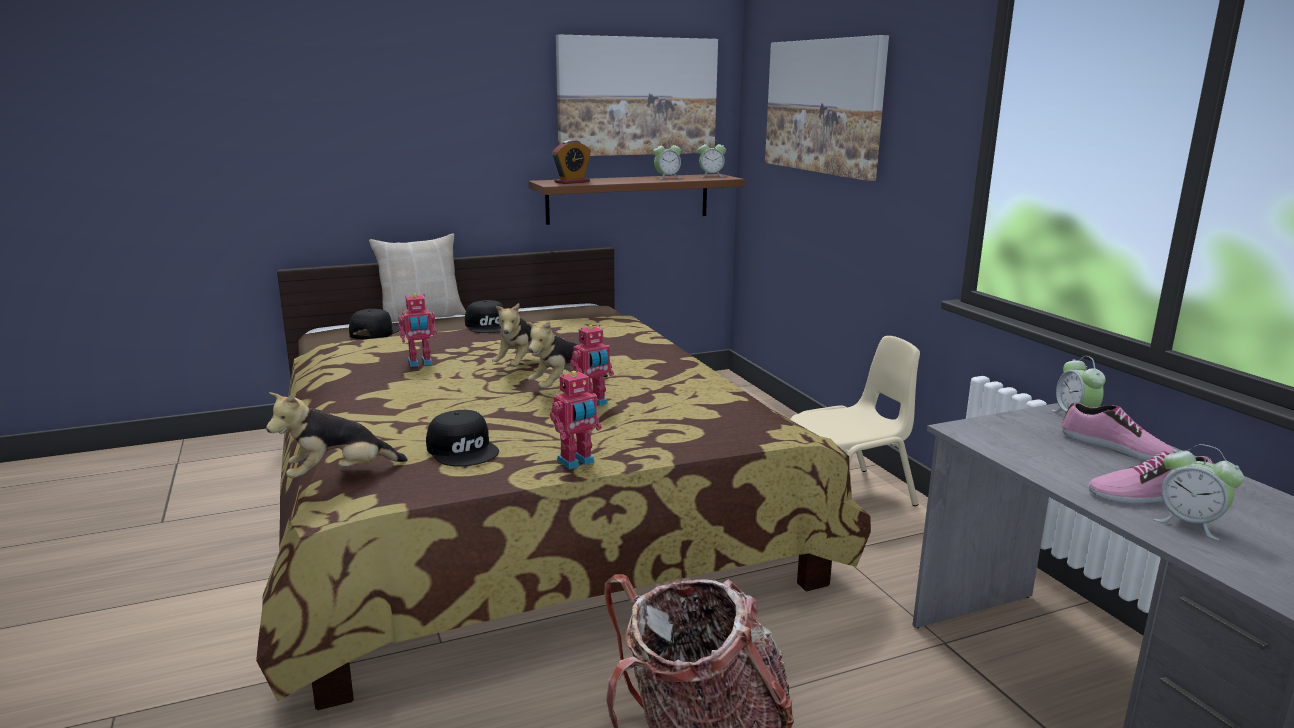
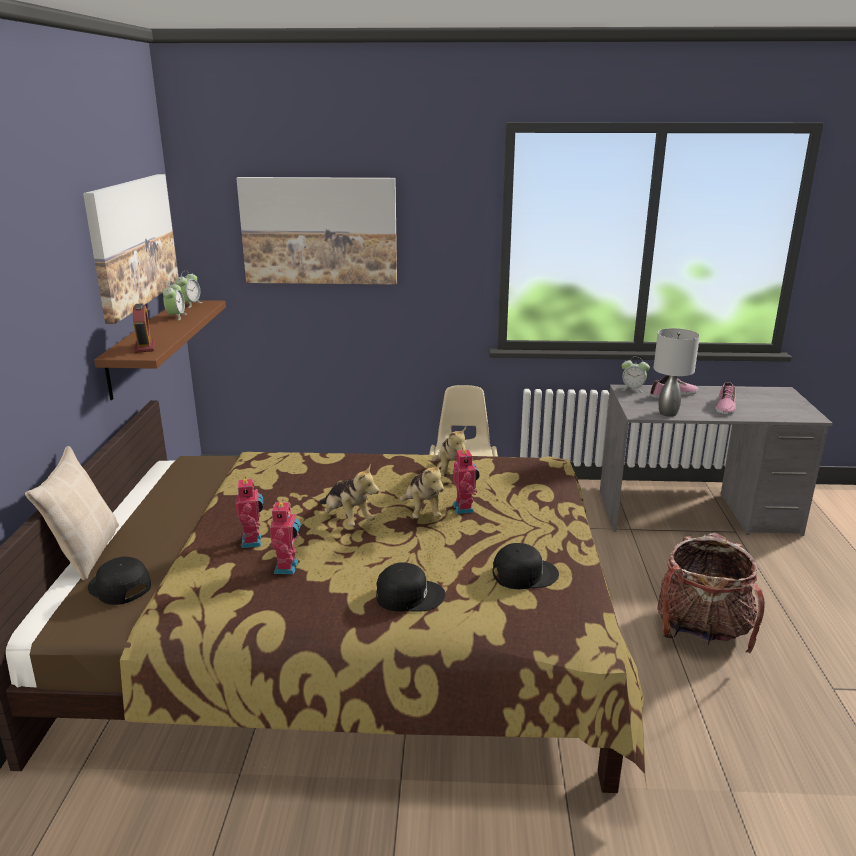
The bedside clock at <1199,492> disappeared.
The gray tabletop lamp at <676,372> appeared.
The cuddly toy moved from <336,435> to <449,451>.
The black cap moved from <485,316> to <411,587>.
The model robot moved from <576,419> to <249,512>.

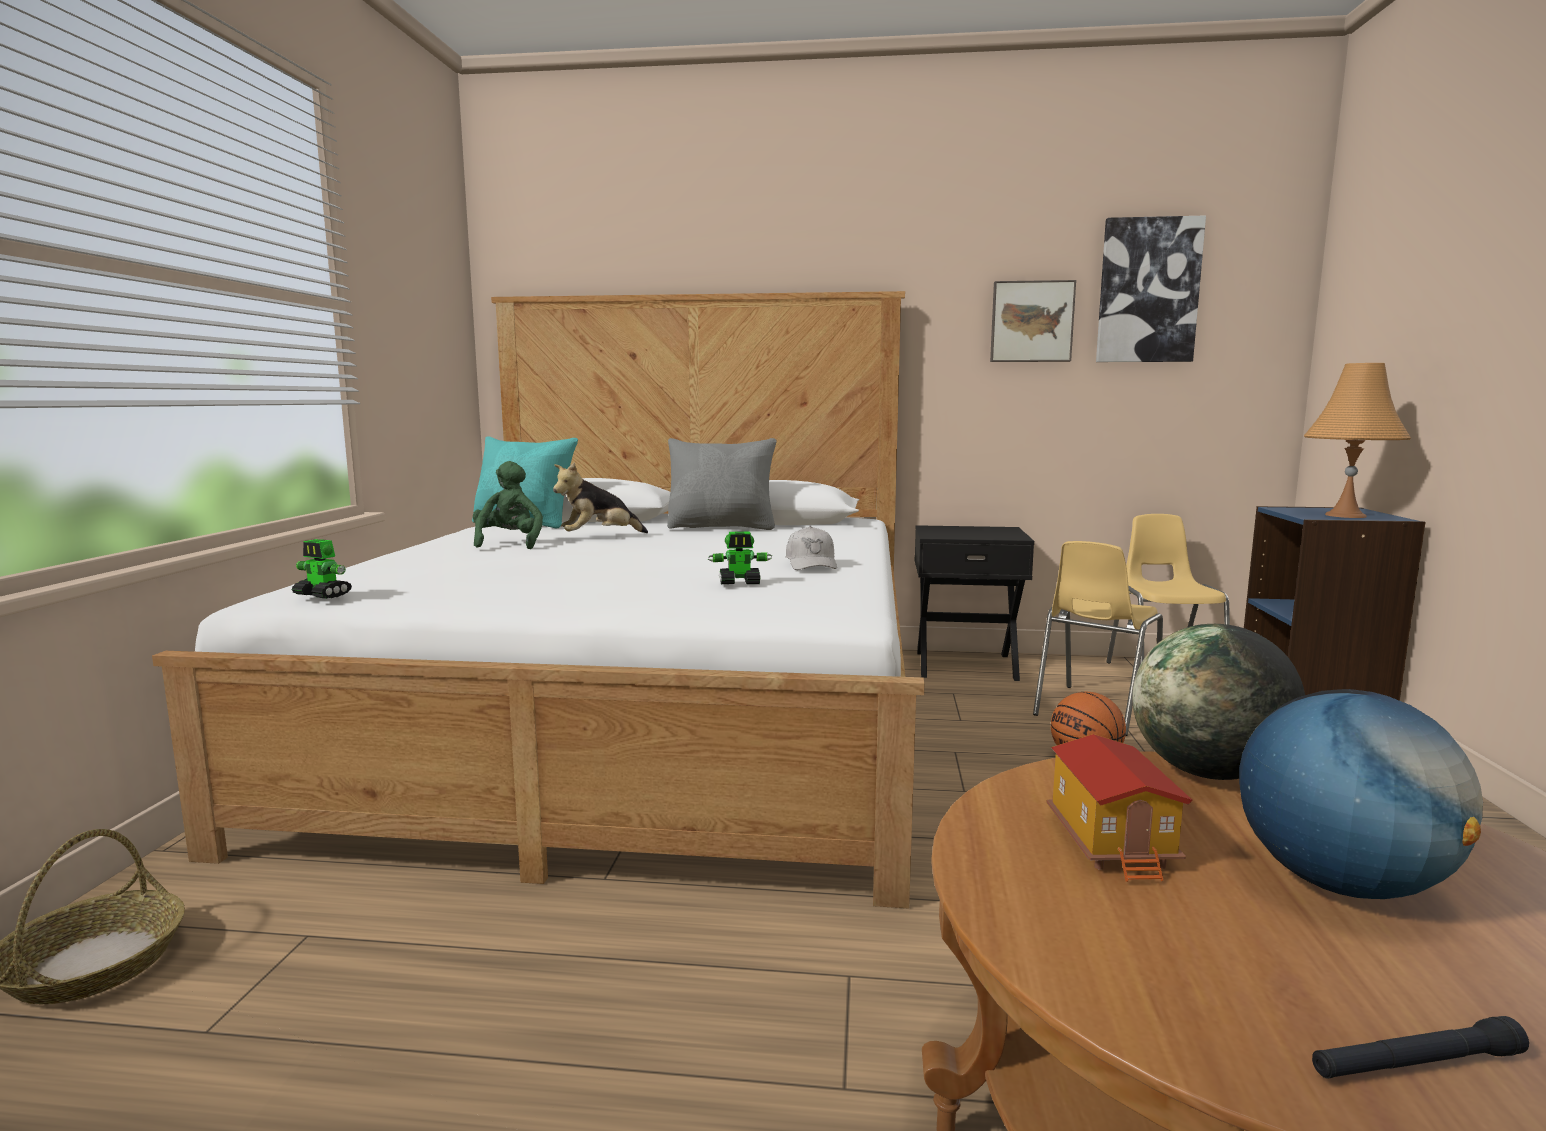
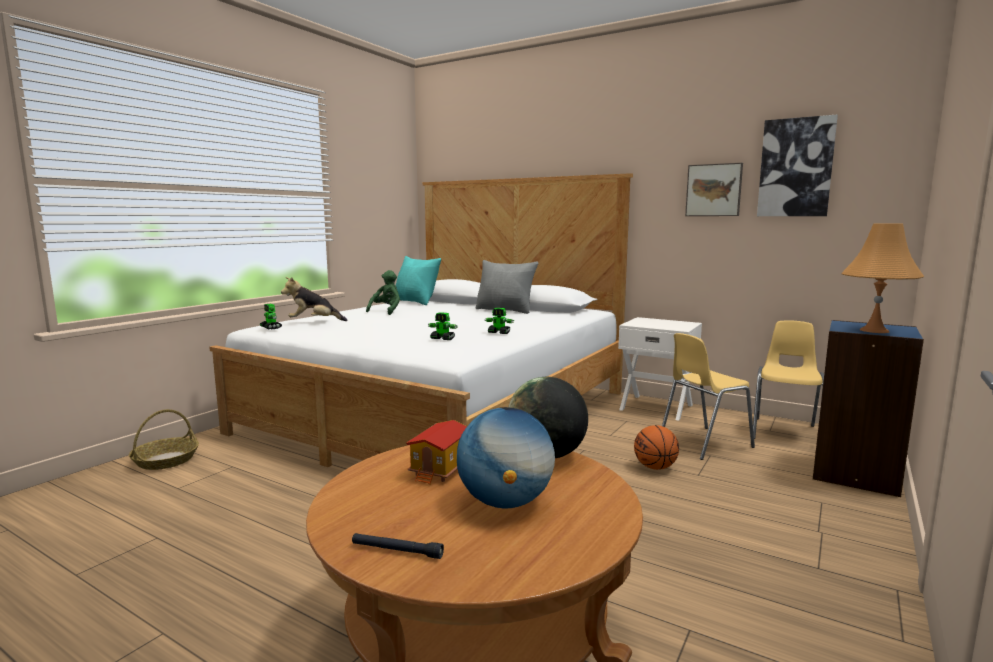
The cuddly toy moved from <600,497> to <314,299>.
The white cap at <811,548> was replaced by the model robot at <499,321>.
The black nightstand at <974,603> became the white nightstand at <660,369>.

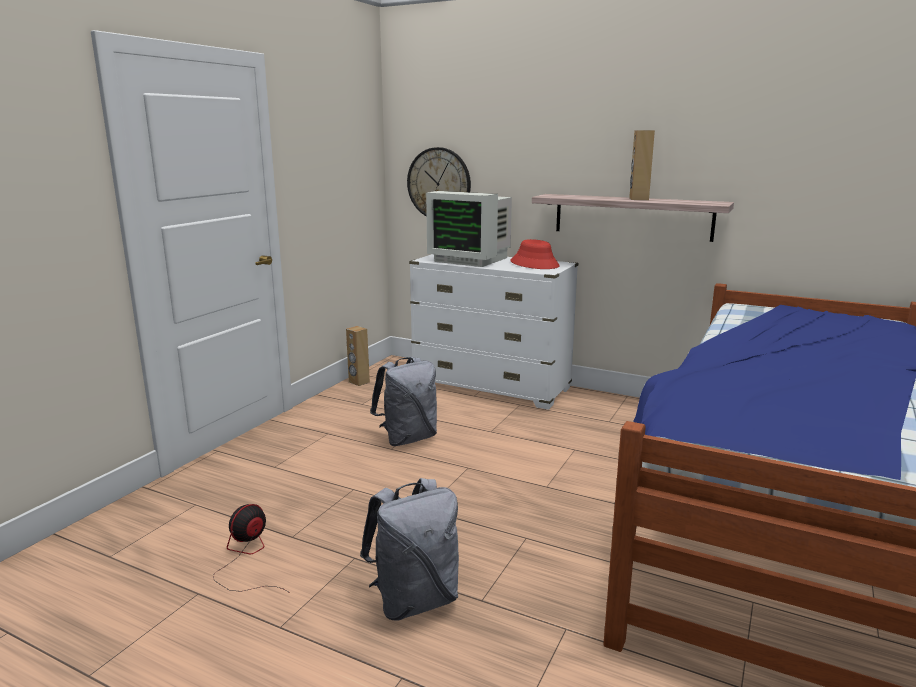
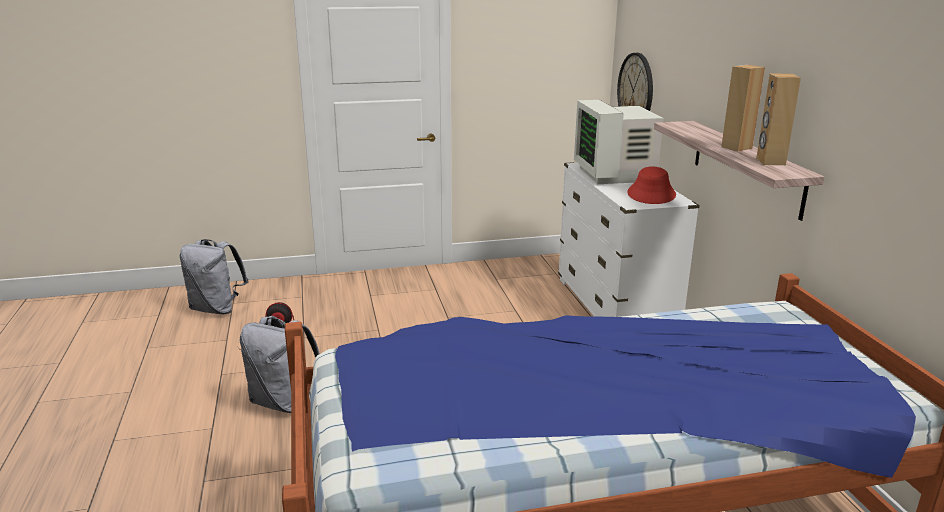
The brown-coloured loudspeaker moved from <358,356> to <778,119>.
The gray knapsack moved from <403,401> to <214,276>.

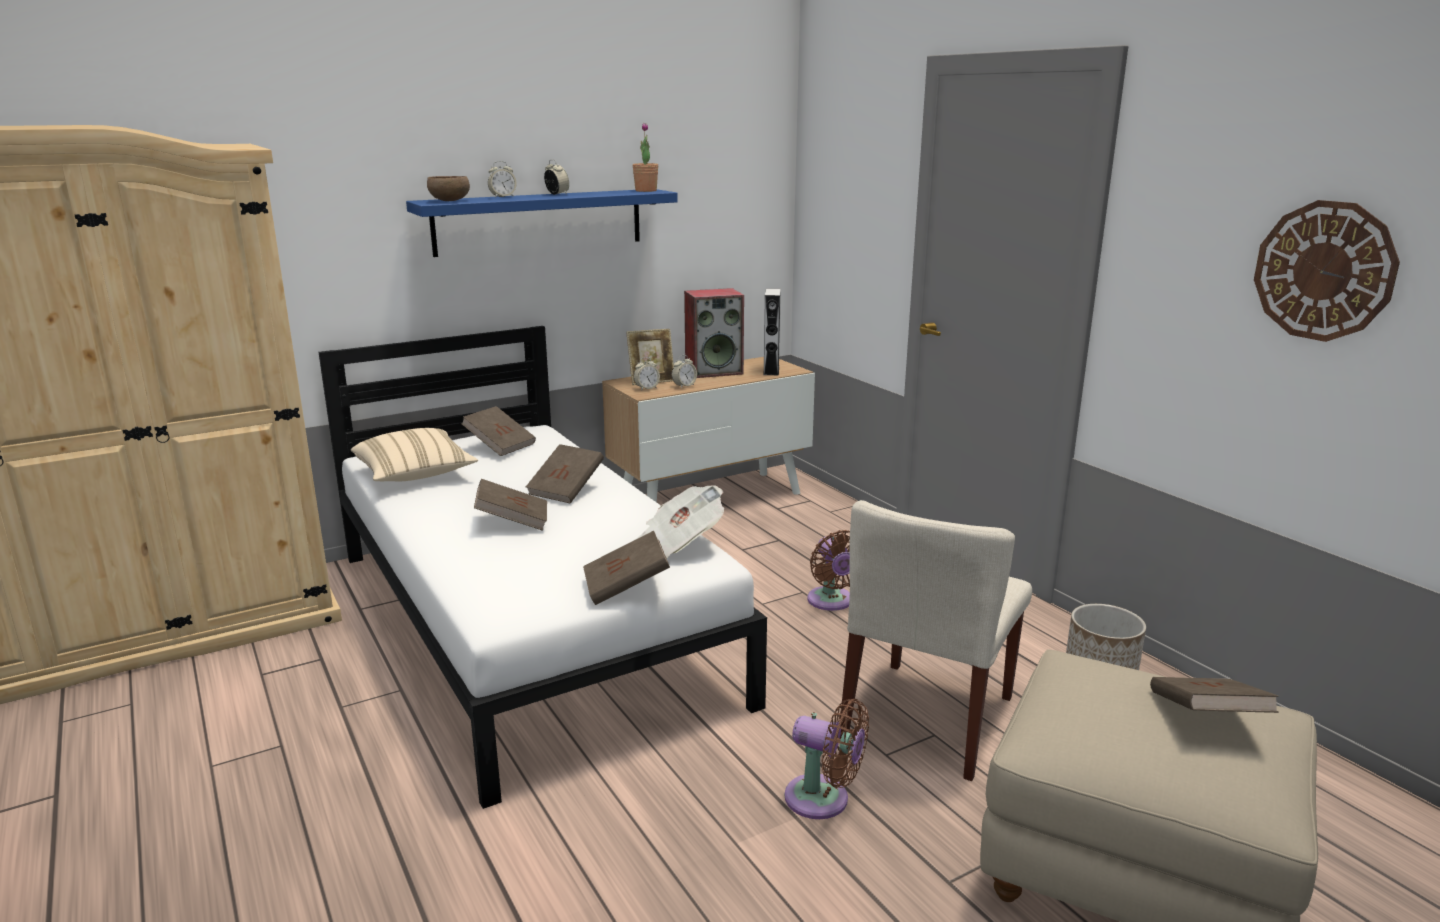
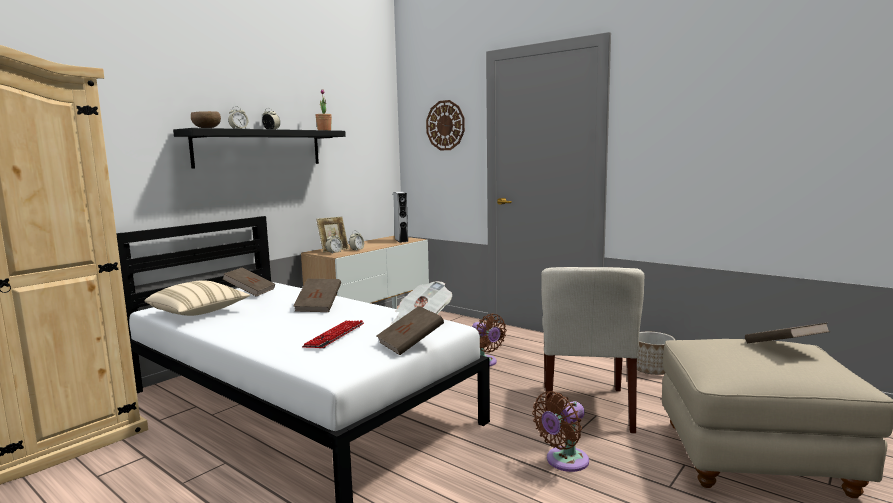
The brown-coloured book at <510,505> disappeared.
The loudspeaker at <714,333> disappeared.
The computer keyboard at <333,334> appeared.
The clock on the wall moved from <1327,271> to <445,125>.
The bluish bracket shelf at <542,223> became the black bracket shelf at <259,148>.
The brown-coloured electric fan at <827,759> turned 135 degrees clockwise.

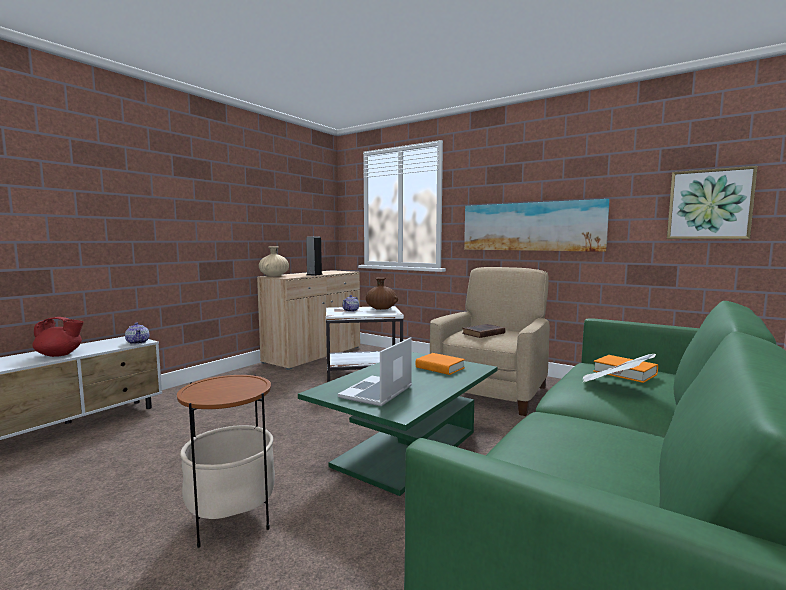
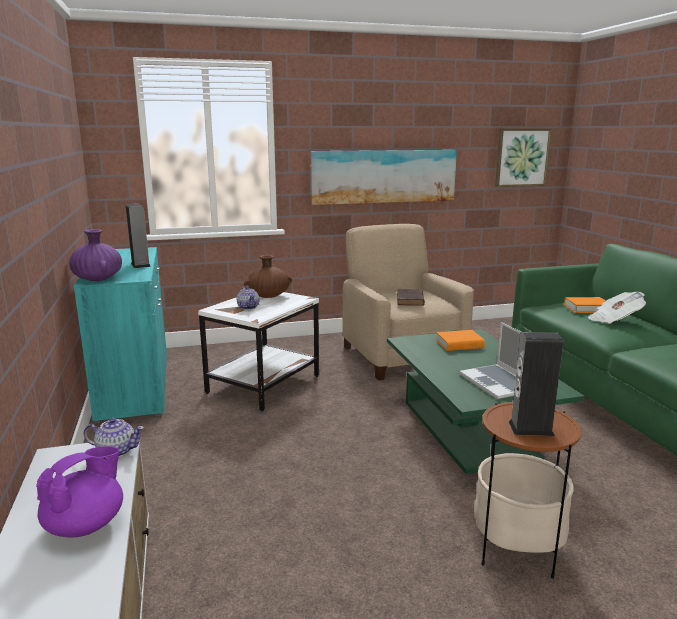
The loudspeaker at <536,384> appeared.
The red teapot at <58,337> became the purple teapot at <79,491>.
The beige-coloured storage cabinet at <308,320> became the turquoise-coloured storage cabinet at <120,335>.
The beige-coloured decorative vase at <274,261> became the purple decorative vase at <95,255>.

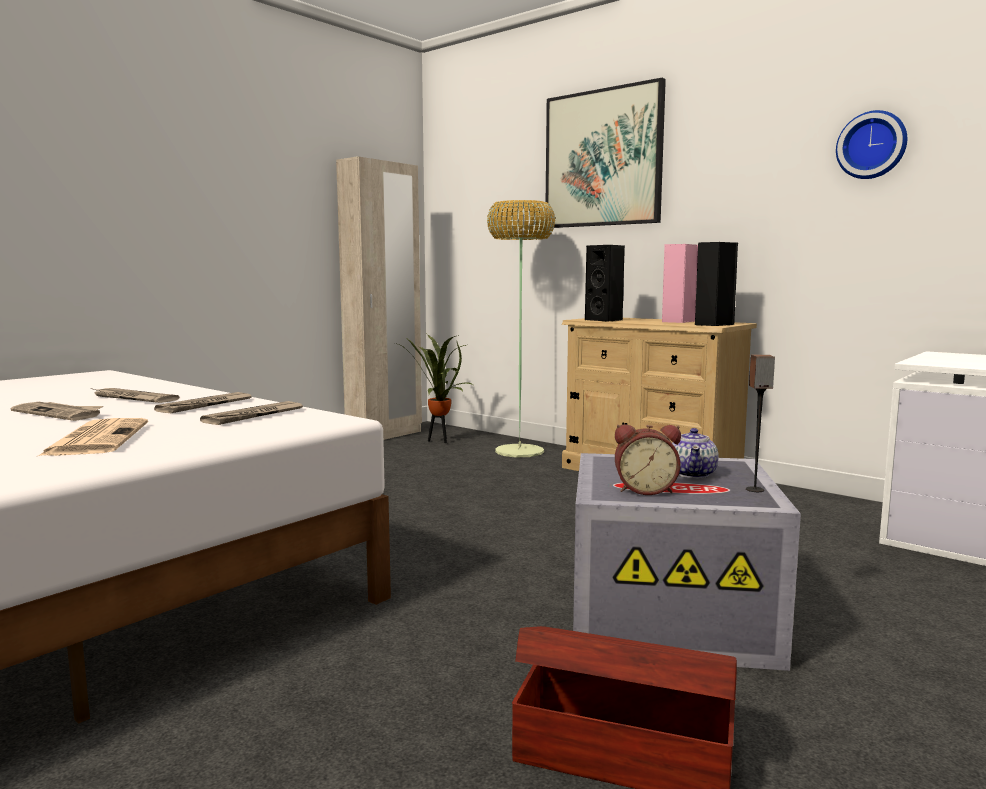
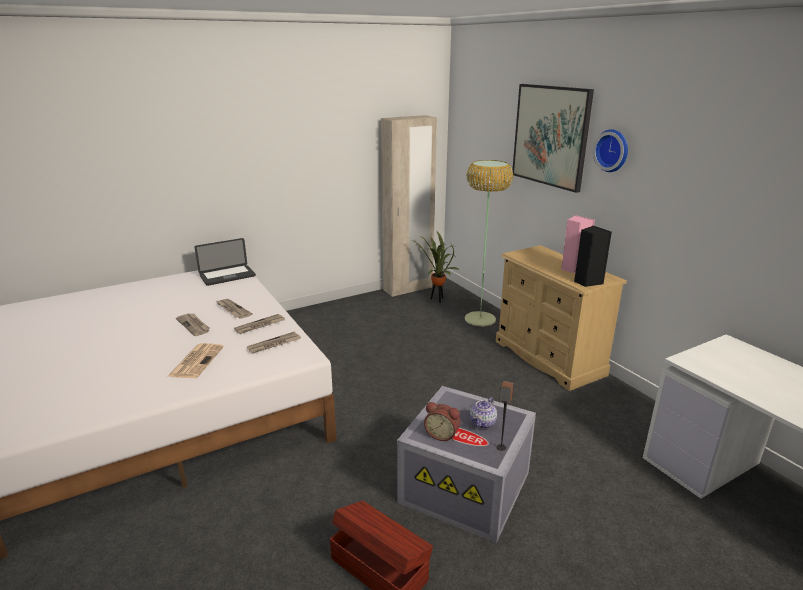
The black loudspeaker at <605,283> disappeared.
The notebook computer at <225,262> appeared.
The clock on the wall moved from <871,144> to <610,150>.

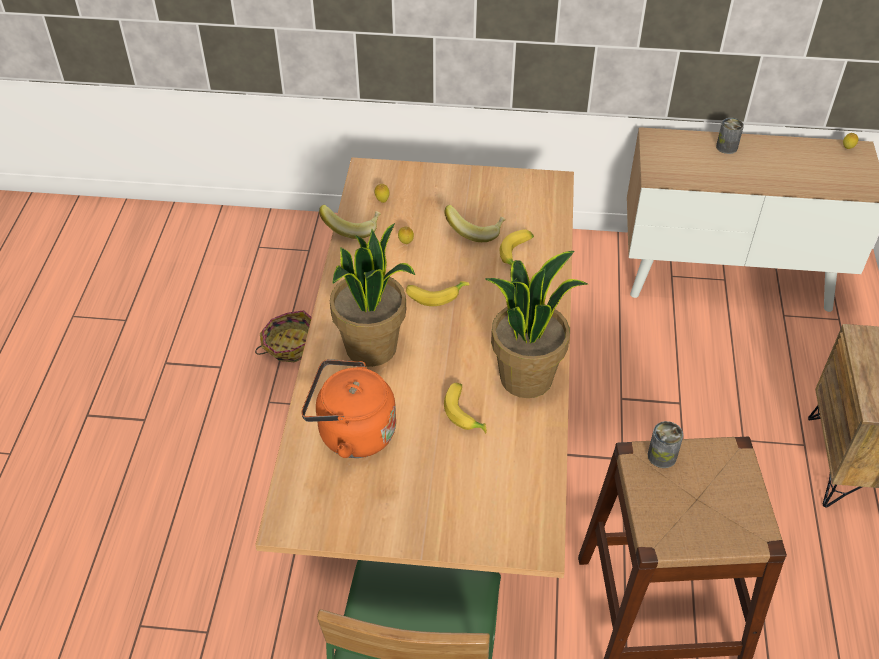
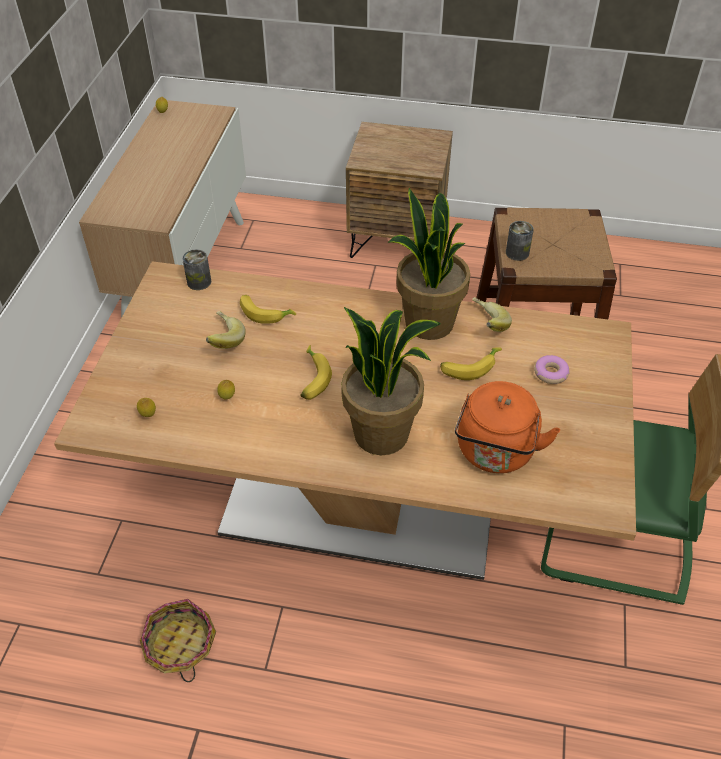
The donut at <552,369> appeared.
The banana moved from <350,222> to <492,314>.
The sealed can moved from <730,136> to <196,269>.

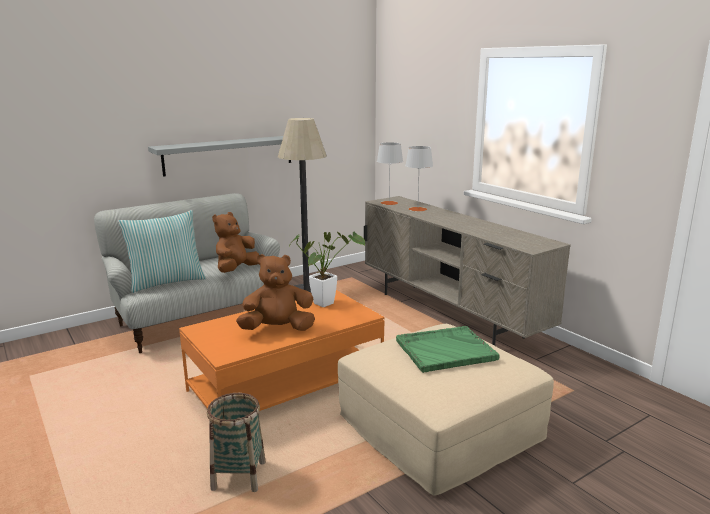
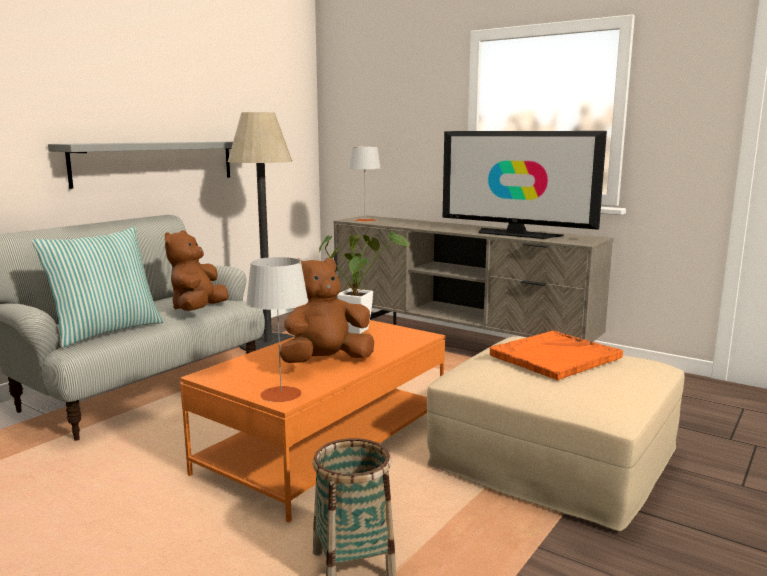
The television at <525,185> appeared.
The gray tabletop lamp moved from <419,179> to <277,329>.
The green carrying tray at <448,349> became the orangey carrying tray at <556,355>.

